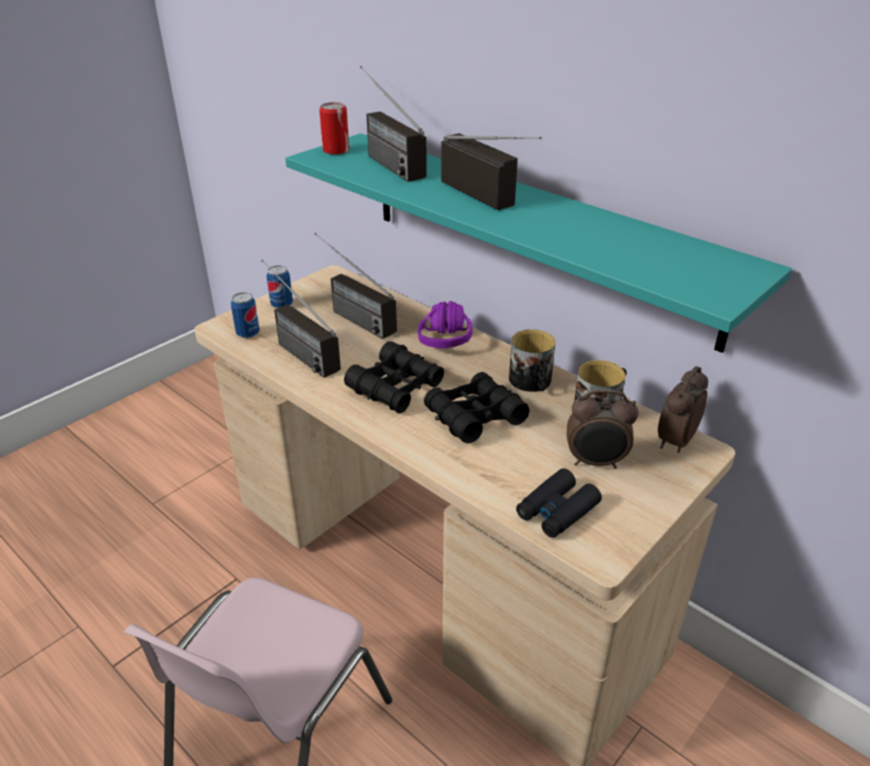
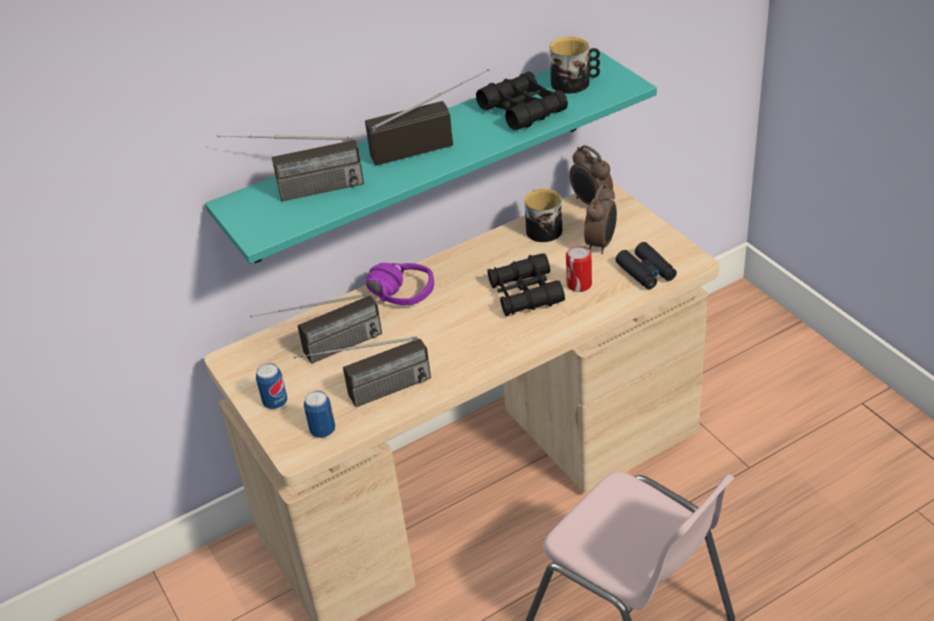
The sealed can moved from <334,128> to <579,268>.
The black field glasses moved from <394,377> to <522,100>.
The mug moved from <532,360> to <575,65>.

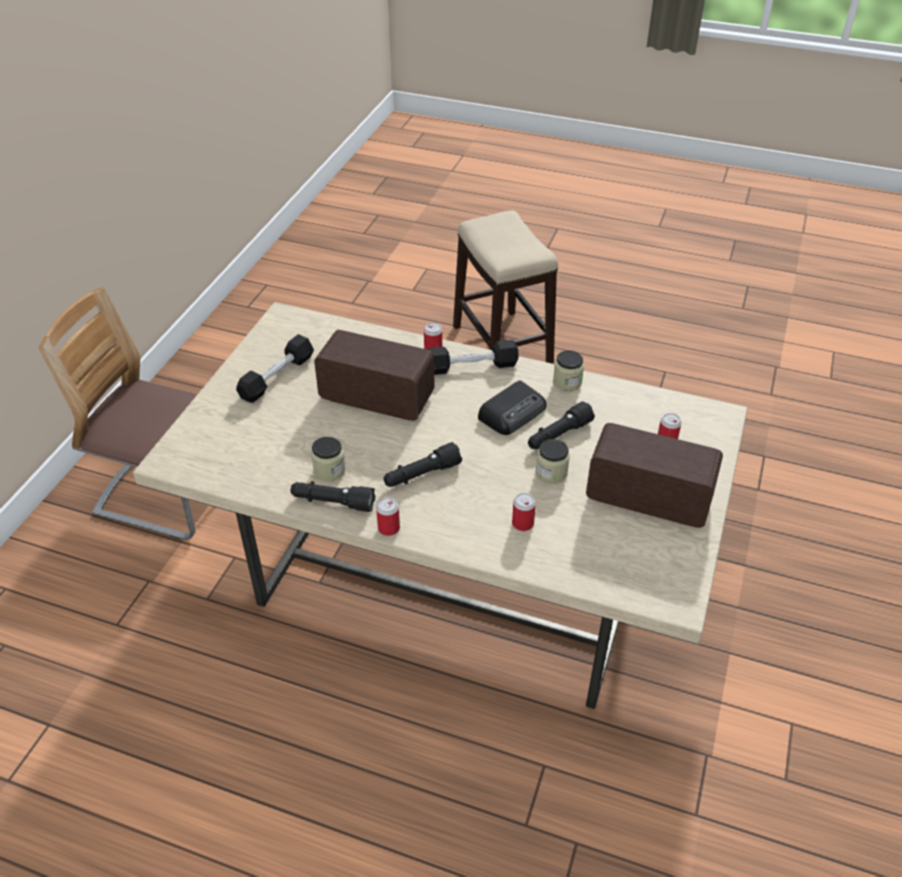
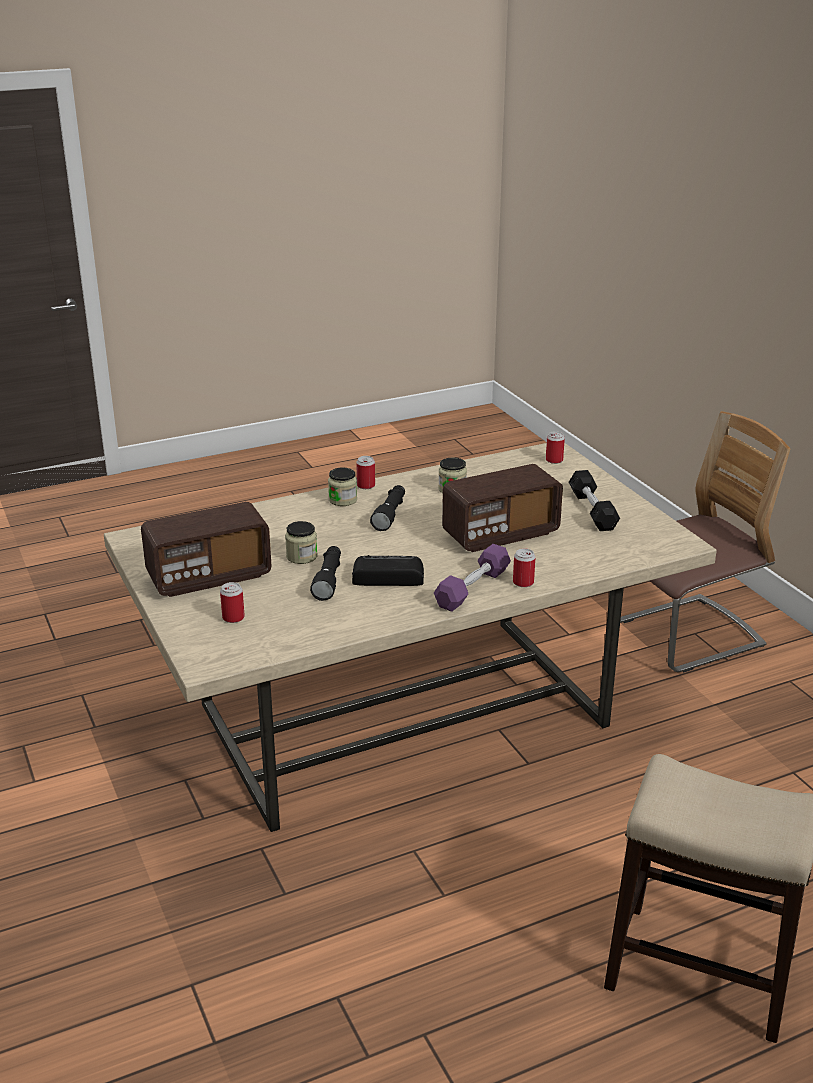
The black torch at <333,496> disappeared.
The sealed can moved from <524,512> to <555,447>.
The jar moved from <568,370> to <342,487>.
The black hand weight at <473,357> became the purple hand weight at <472,578>.
The radio receiver at <512,408> turned 90 degrees clockwise.

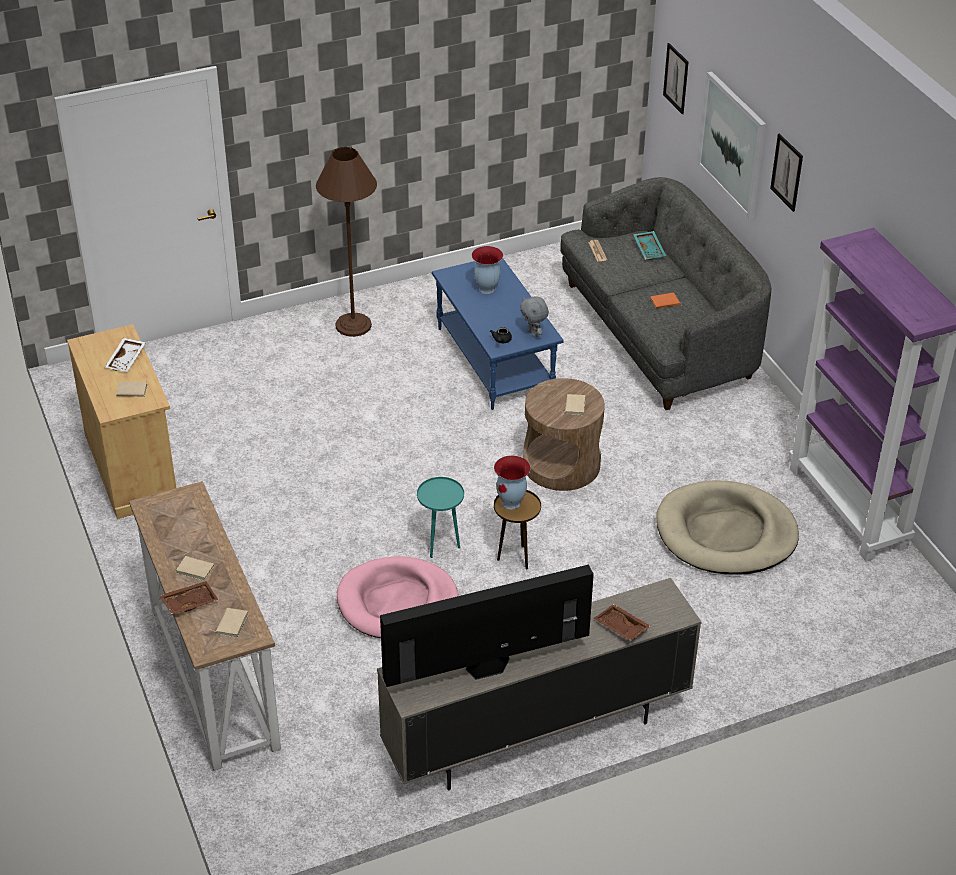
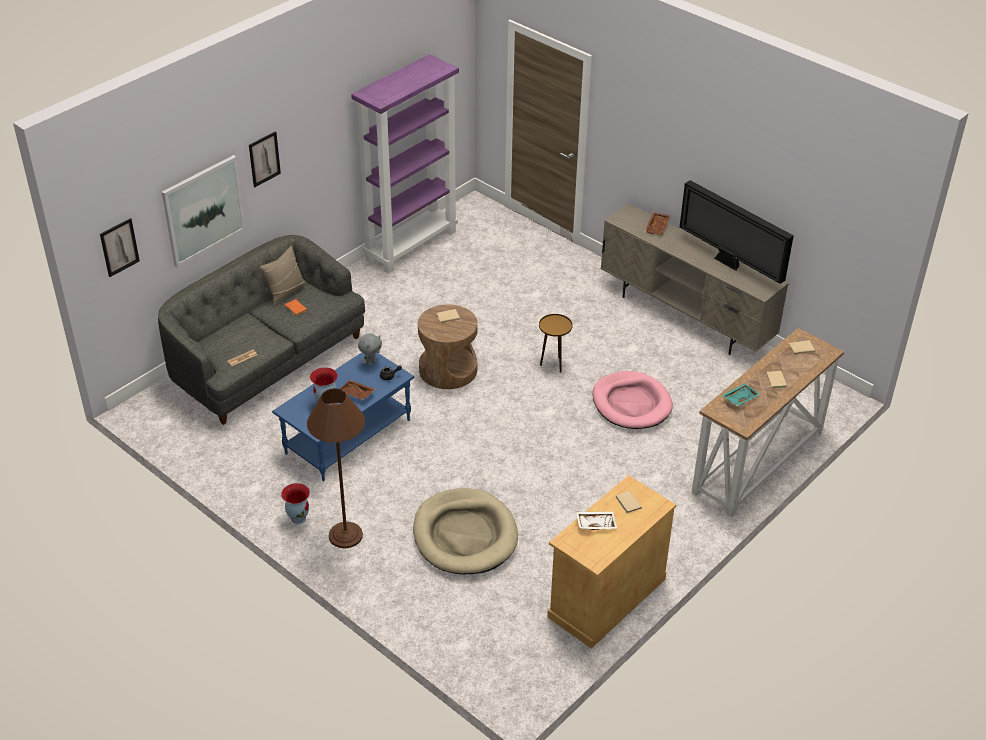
The turquoise-coloured end table at <440,517> disappeared.
The beige-coloured throw pillow at <283,276> appeared.
The brown-coloured carrying tray moved from <188,598> to <358,390>.
The decorative vase moved from <512,482> to <295,504>.
The turquoise-coloured carrying tray moved from <649,245> to <741,395>.
The beige-coloured dog cushion moved from <727,528> to <465,531>.

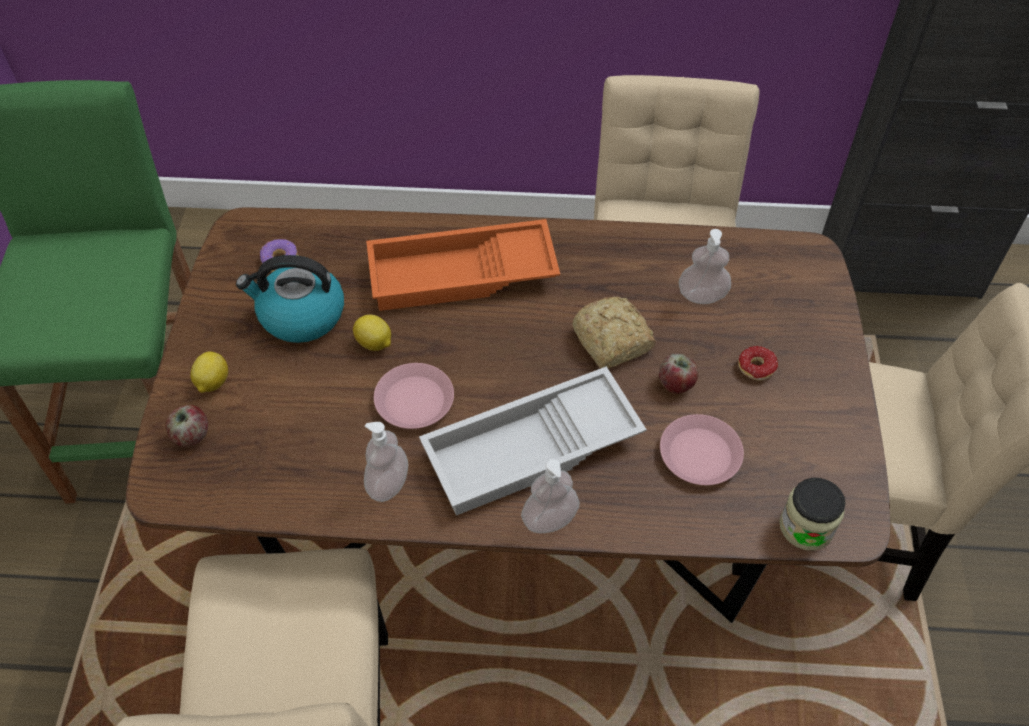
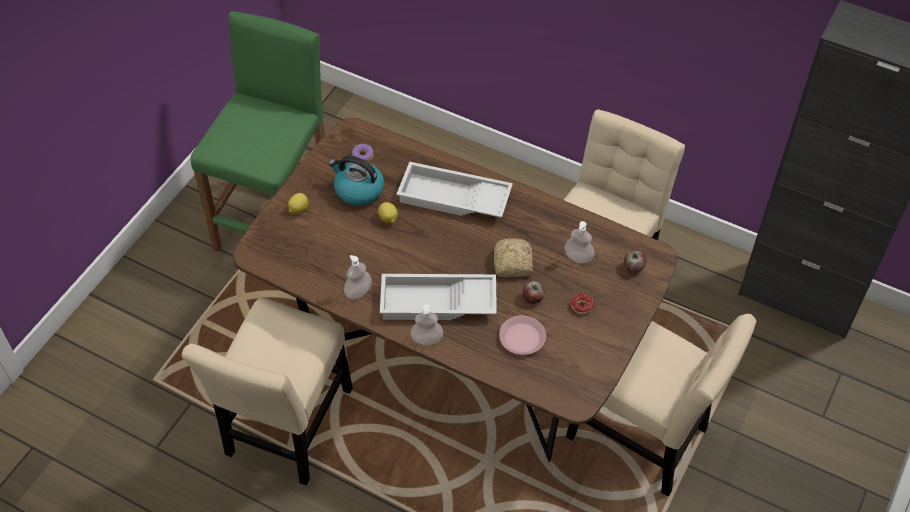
The pink dinner plate at <414,396> disappeared.
The jar at <812,514> disappeared.
The apple fruit moved from <187,426> to <635,262>.
The orangey carrying tray at <463,265> became the white carrying tray at <455,190>.

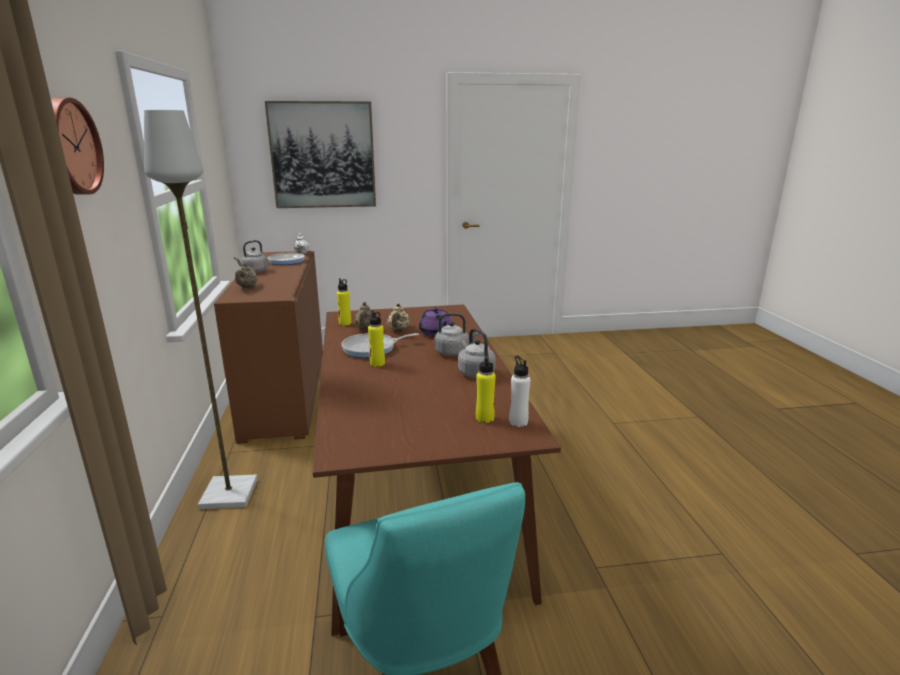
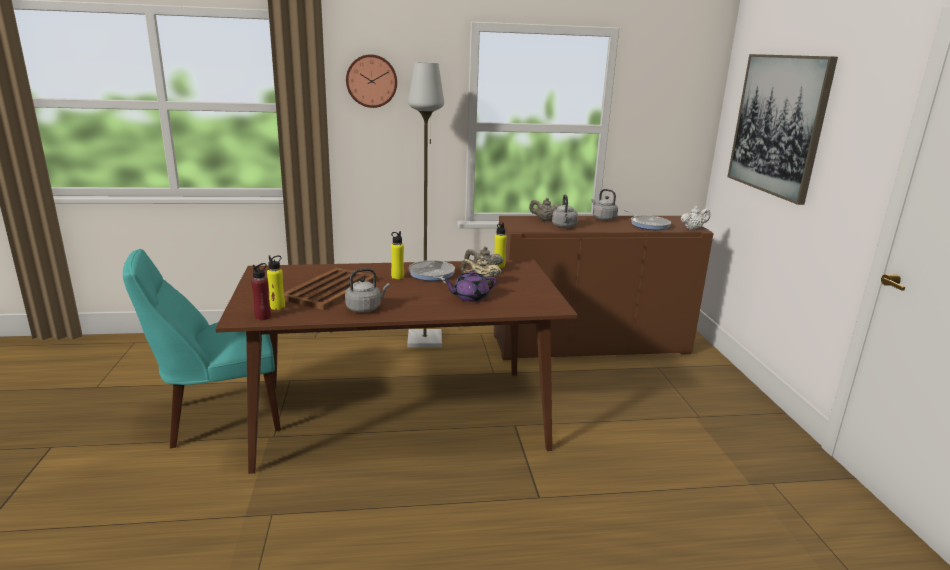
The brown-coloured carrying tray at <331,288> appeared.
The gray water kettle moved from <457,334> to <565,211>.
The white drink bottle at <520,391> became the red drink bottle at <261,291>.

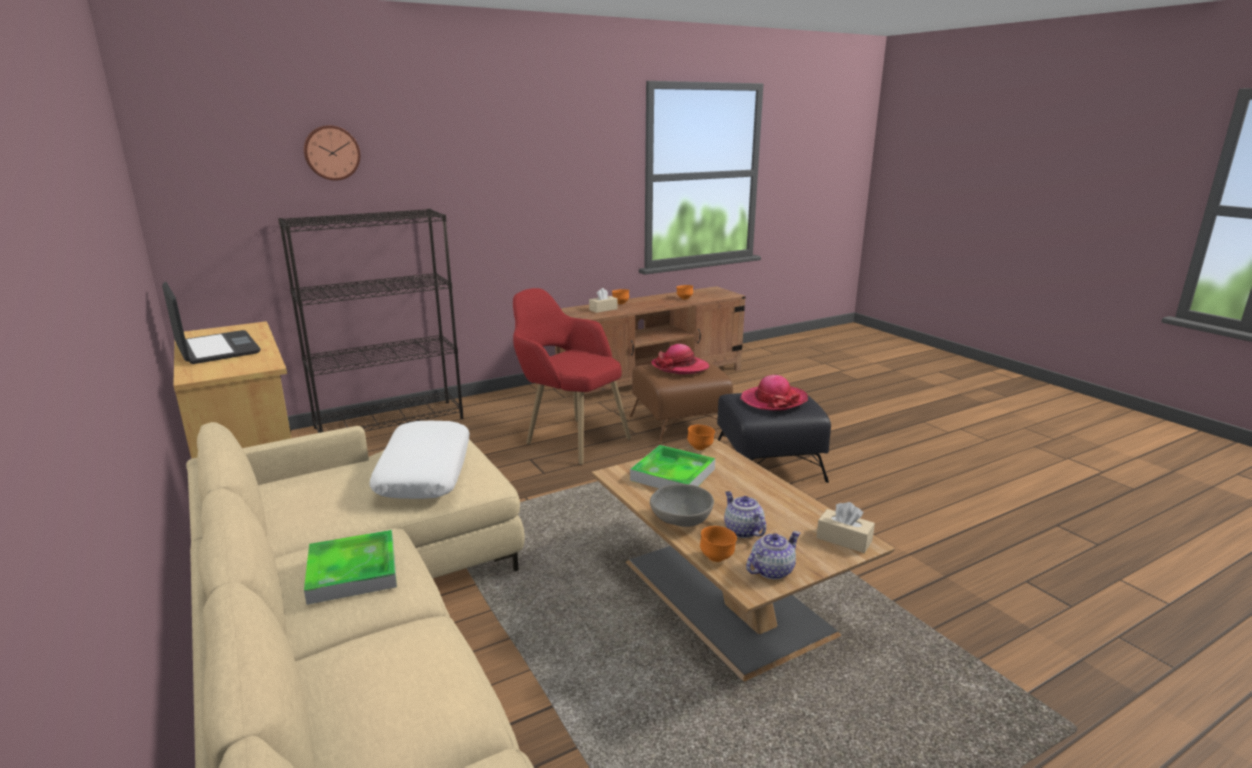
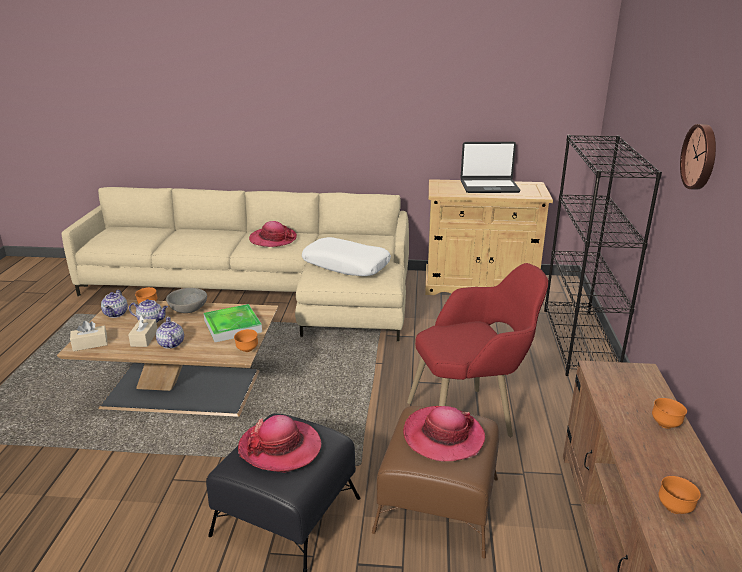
The teapot at <170,333> appeared.
The clock on the wall moved from <332,153> to <698,157>.
The beige-coloured tissue holder moved from <603,300> to <142,330>.
The carrying tray at <350,567> was replaced by the clothing hat at <273,234>.

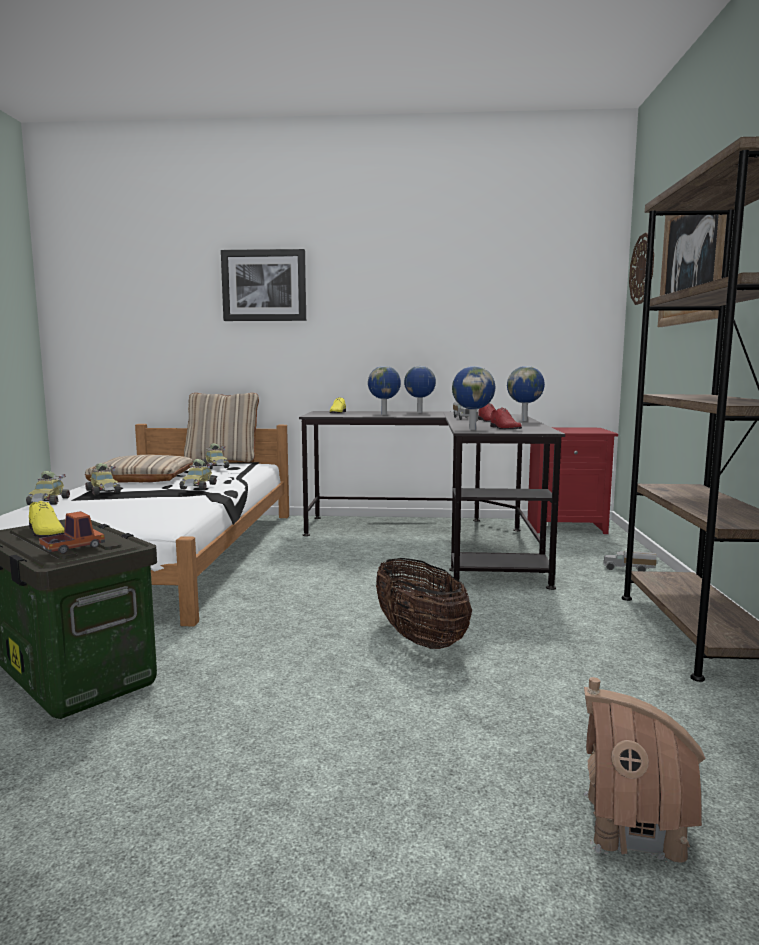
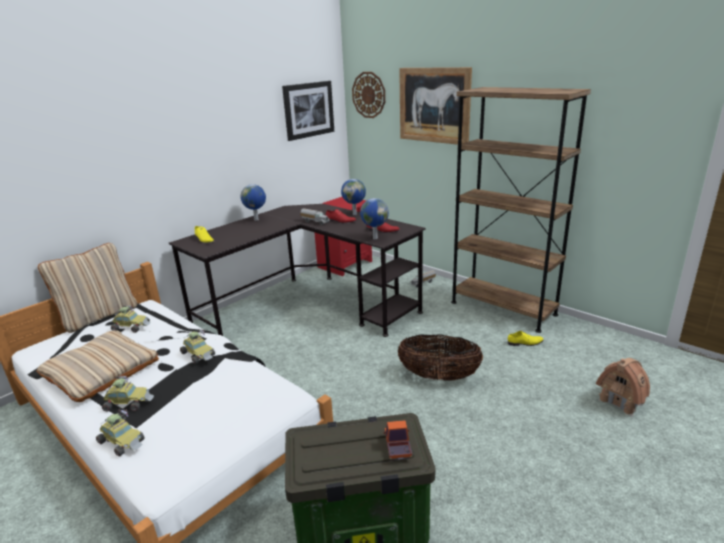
The globe at <384,390> disappeared.
The yellow-coloured shoe moved from <47,519> to <525,338>.
The picture moved from <263,285> to <308,111>.

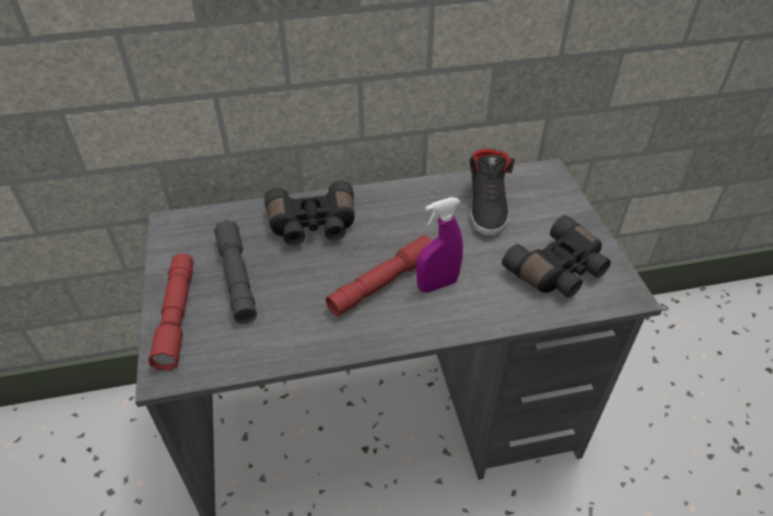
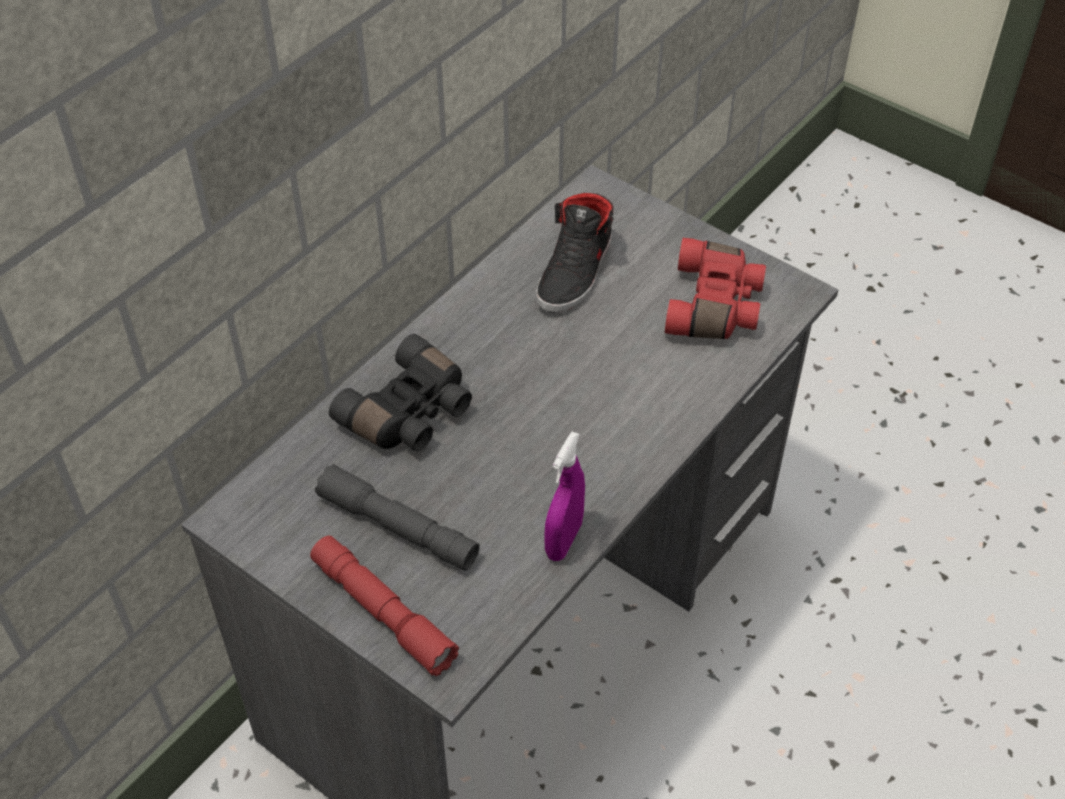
The red torch at <379,275> disappeared.
The purple spray bottle moved from <439,245> to <564,496>.
The black field glasses at <556,256> became the red field glasses at <715,288>.
The black shoe at <492,192> turned 60 degrees clockwise.

